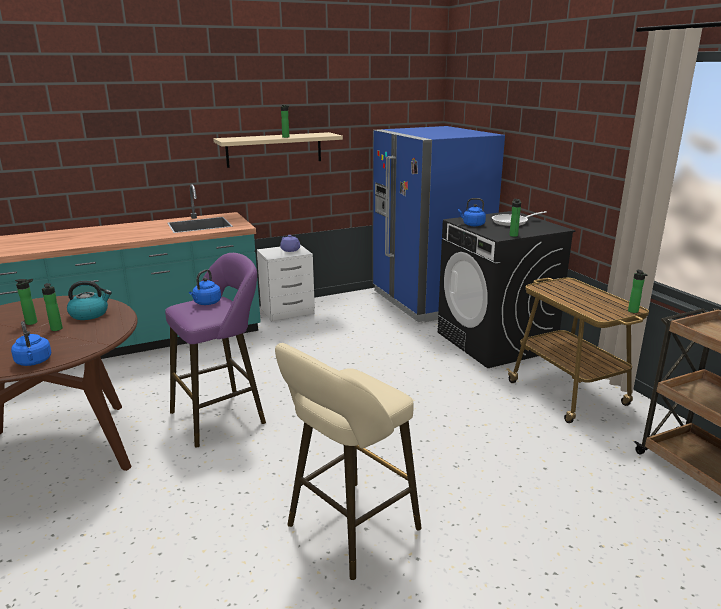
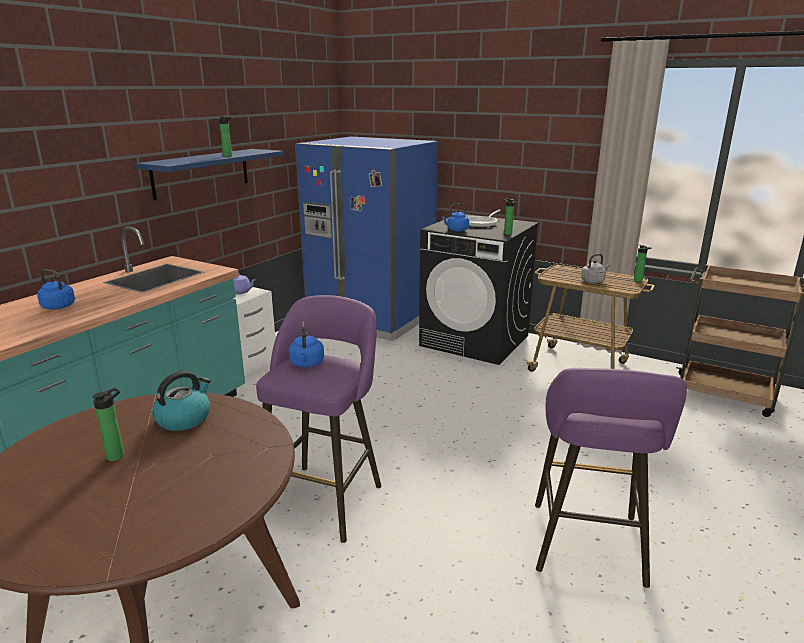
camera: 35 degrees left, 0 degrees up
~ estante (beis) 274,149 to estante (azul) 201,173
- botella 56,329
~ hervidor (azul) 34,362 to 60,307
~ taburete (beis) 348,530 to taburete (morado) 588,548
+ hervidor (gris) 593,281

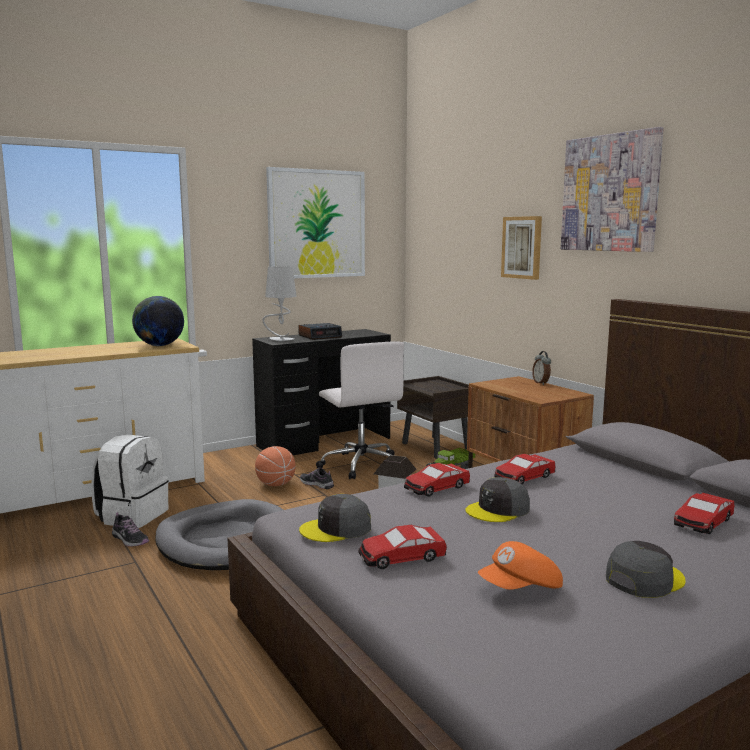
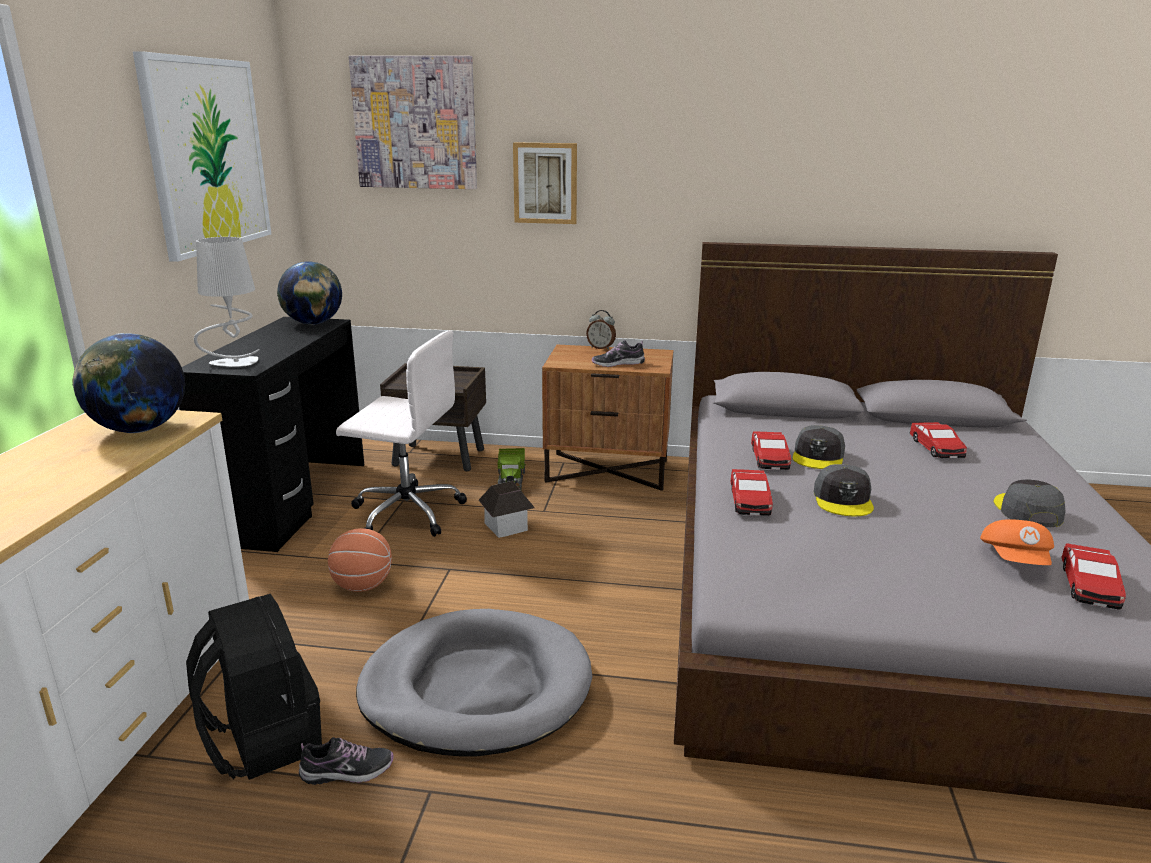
camera: 50 degrees left, 10 degrees up
~ cuadro 610,193 to 415,123
- despertador 320,336
~ mochila (blanco) 132,516 to mochila (negro) 262,740
~ zapato 317,484 to 618,364
~ gorra (gris) 336,529 to 818,456
~ coche de juguete 401,557 to 1089,586
+ globo terráqueo 313,323

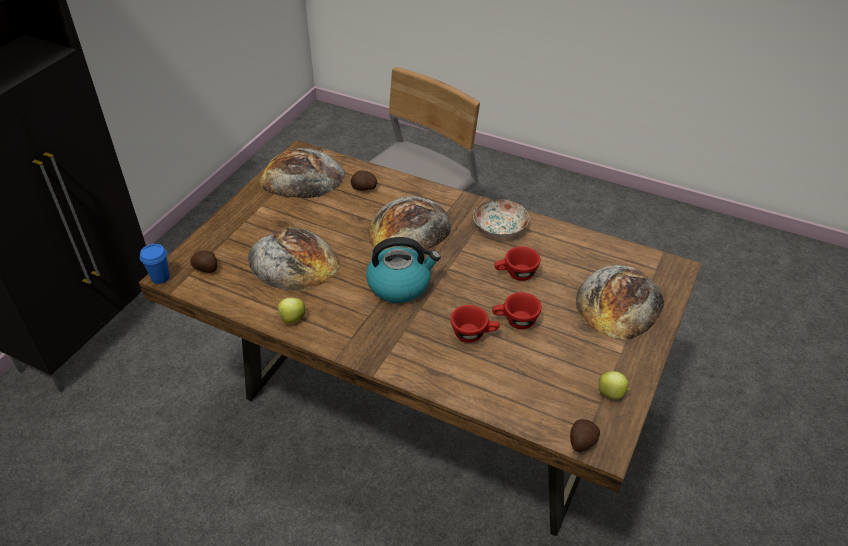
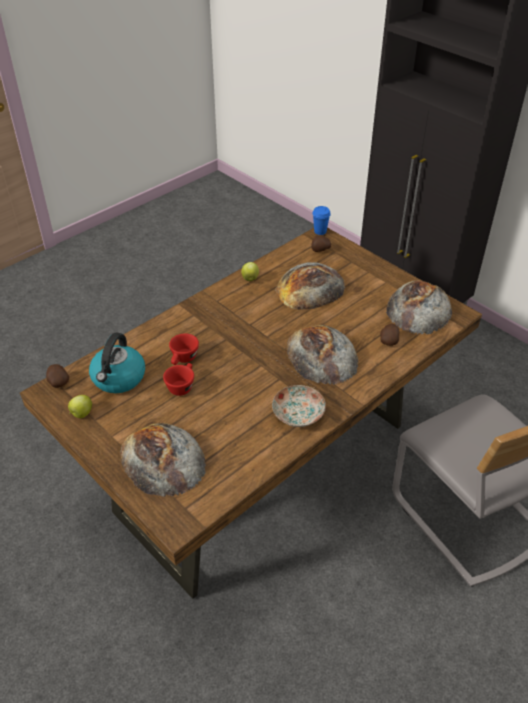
camera: 110 degrees right, 0 degrees up
~ hervidor 400,284 to 118,378
- taza (rojo) 516,274

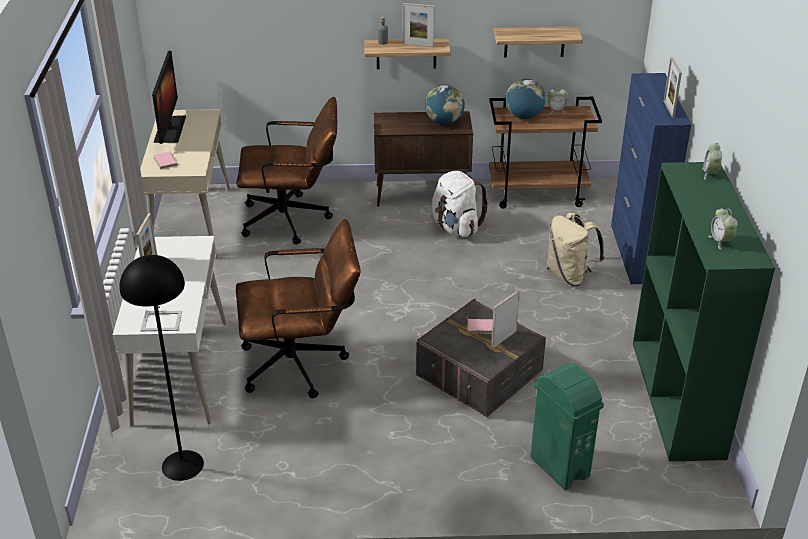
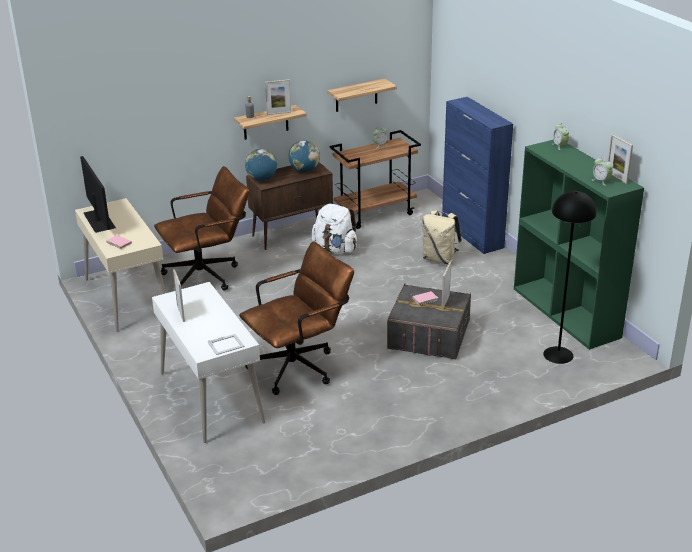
camera: 25 degrees left, 5 degrees down
~ portarretratos 668,109 to 617,177
~ globo terráqueo 524,116 to 262,179
~ lámpara de pie (negro) 182,465 to 558,355
- papelera (verde) 559,466

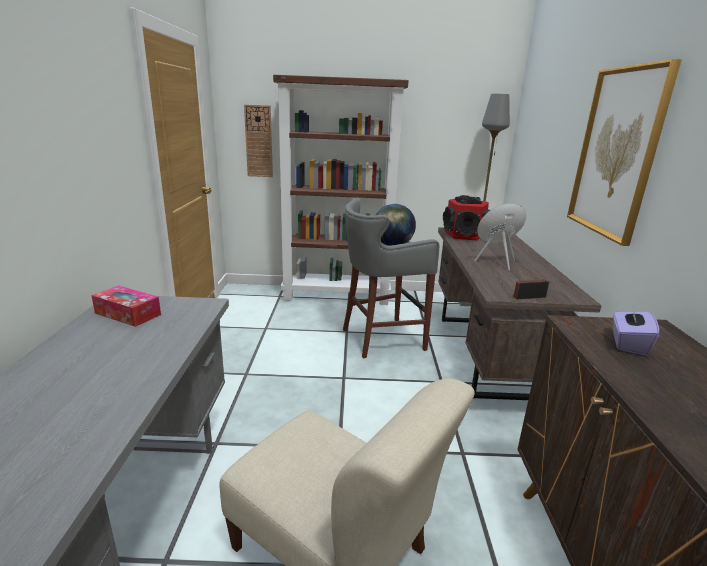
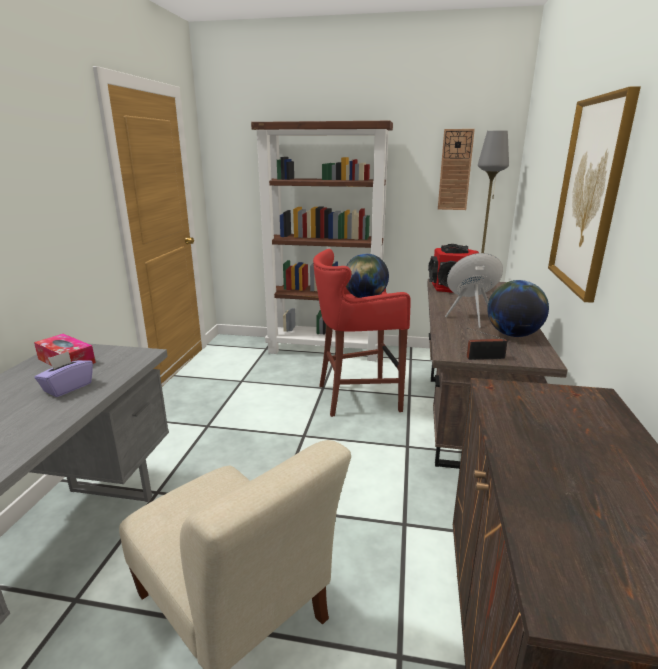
camera: 10 degrees right, 0 degrees up
~ reloj de pared 259,141 to 455,170
~ taburete (gris) 380,339 to taburete (rojo) 356,397
~ caja de pañuelos (morado) 628,343 to 68,387
+ globo terráqueo 513,334

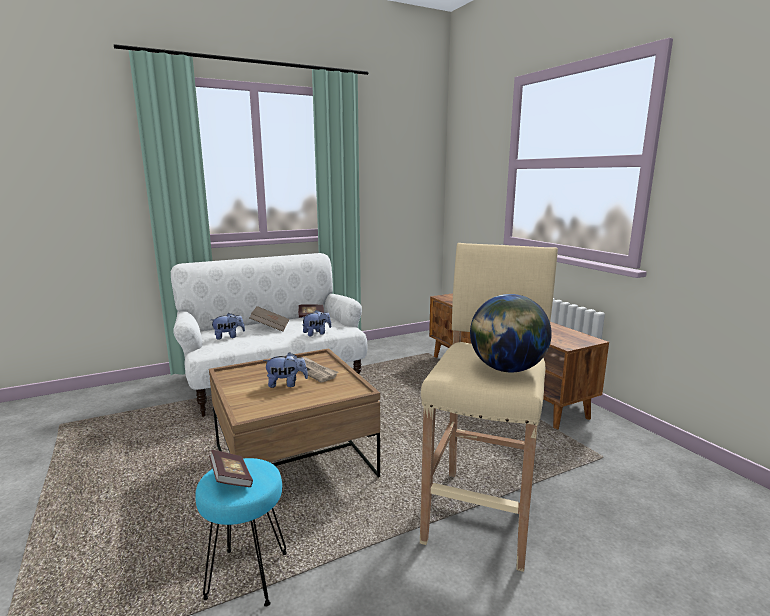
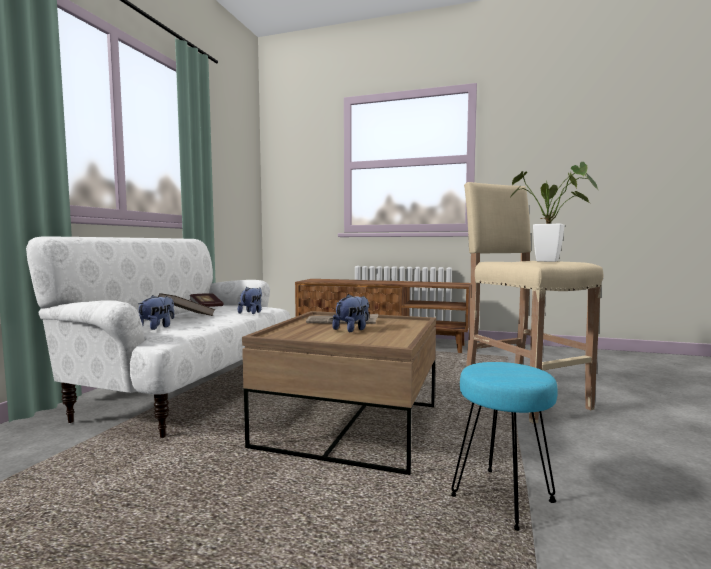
camera: 45 degrees left, 10 degrees down
~ globo terráqueo 507,369 to planta en maceta 553,261
- libro 231,479

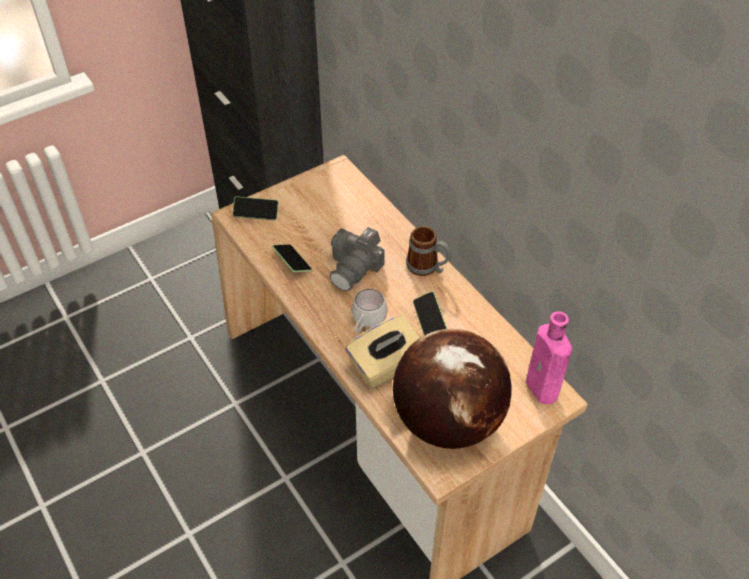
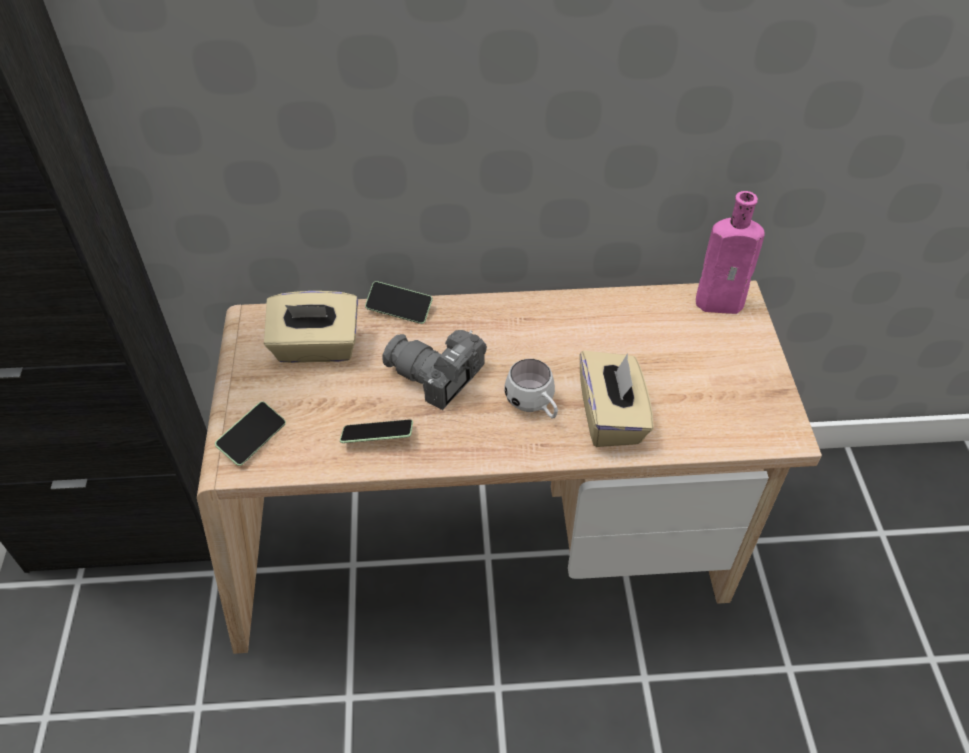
camera: 60 degrees left, 0 degrees up
- taza grande 427,267
~ cámara 355,268 = 437,378 150 degrees clockwise
~ móvil 429,320 to 399,309
- globo terráqueo 447,420
+ caja de pañuelos (beis) 316,348

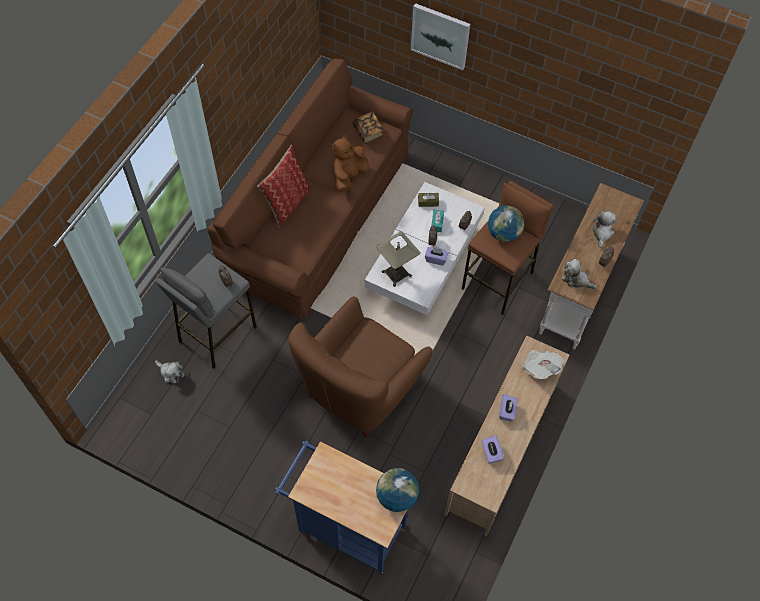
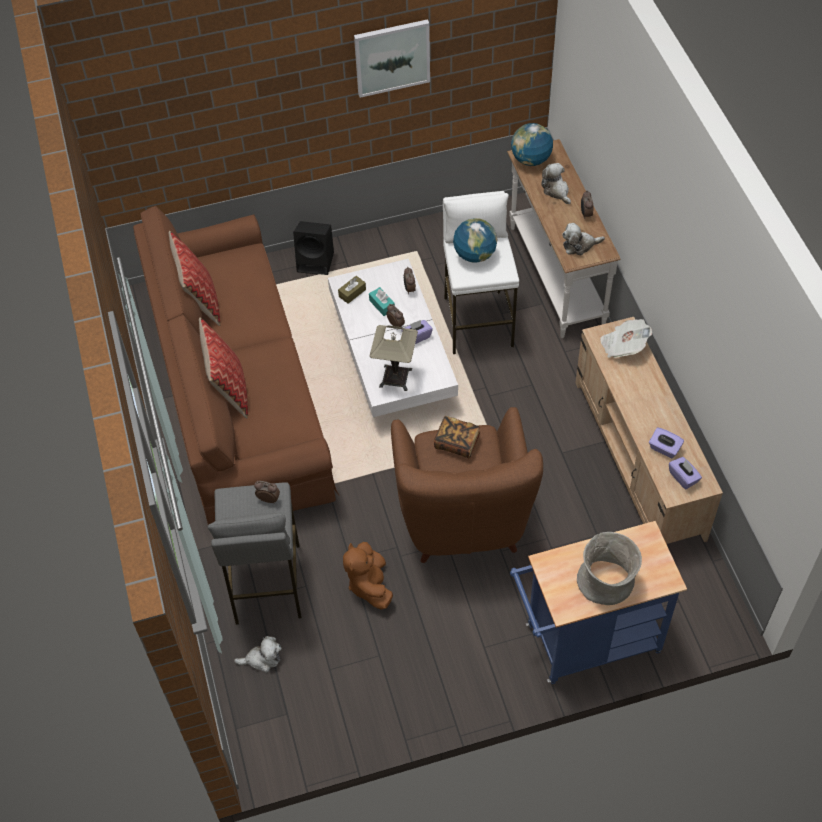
camera: 40 degrees left, 5 degrees down
~ cuadro 440,36 to 392,57
~ libro 368,132 to 457,443
~ peluche (marrón) 349,176 to 369,585
~ taburete (marrón) 498,281 to taburete (blanco) 478,322
~ caja de pañuelos (morado) 507,411 to 683,477
~ globo terráqueo 396,497 to 531,160
+ altavoz (negro) 316,262
+ cojín 200,301
+ florero (gris) 606,582

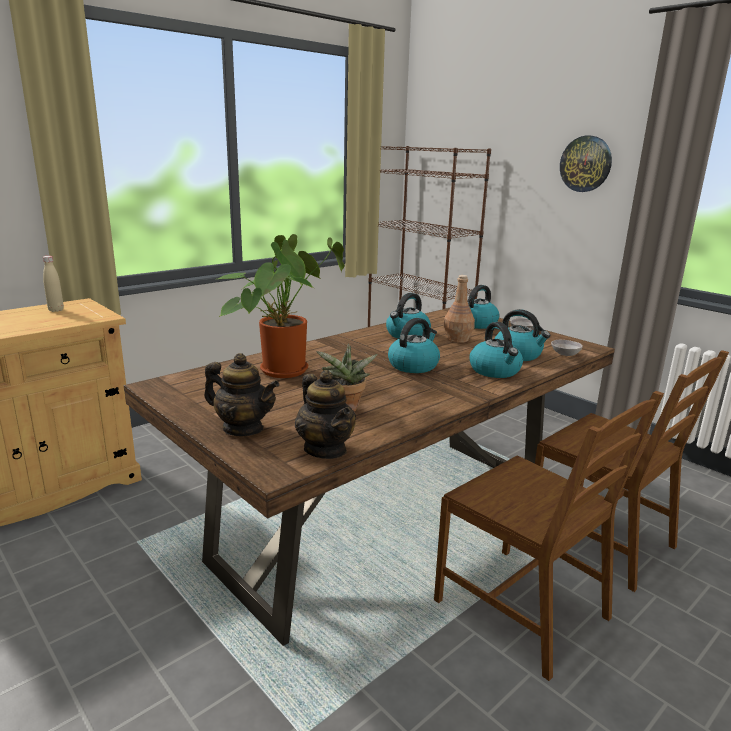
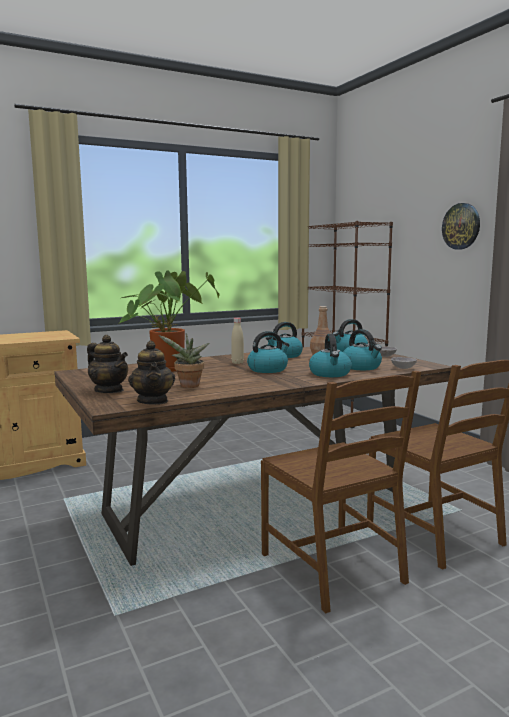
camera: 15 degrees right, 10 degrees down
~ botella (beis) 56,310 to 237,363

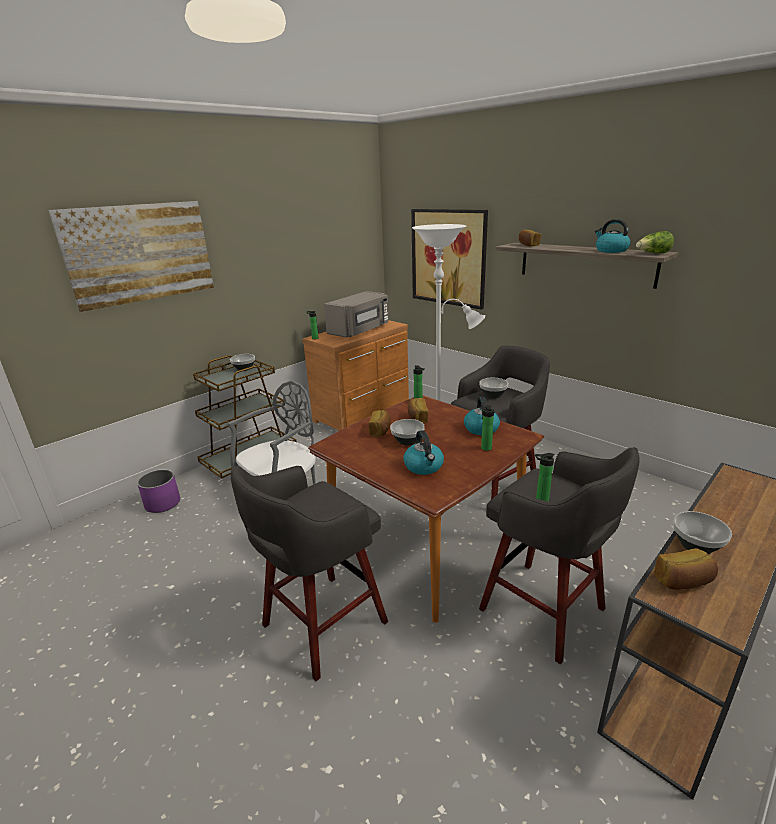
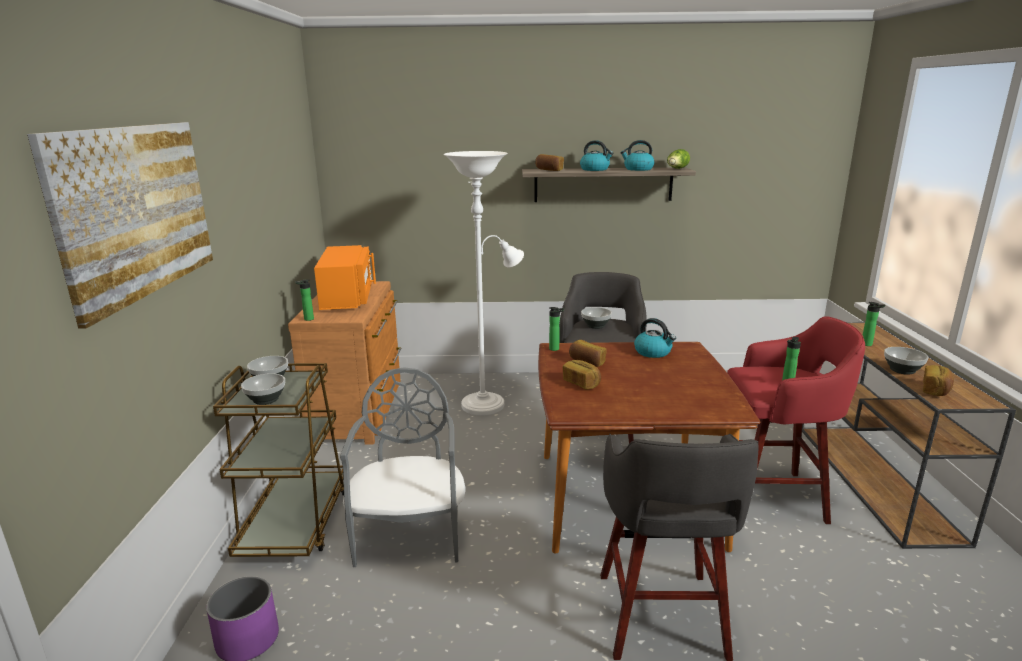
camera: 45 degrees left, 5 degrees down
- cuadro 448,257
~ microondas (gris) 360,330 to microondas (naranja) 348,298
~ botella 487,449 to 868,345
~ cuenco 407,440 to 265,400
~ hervidor 424,466 to 595,169
~ taburete (gris) 545,611 to taburete (rojo) 773,497

